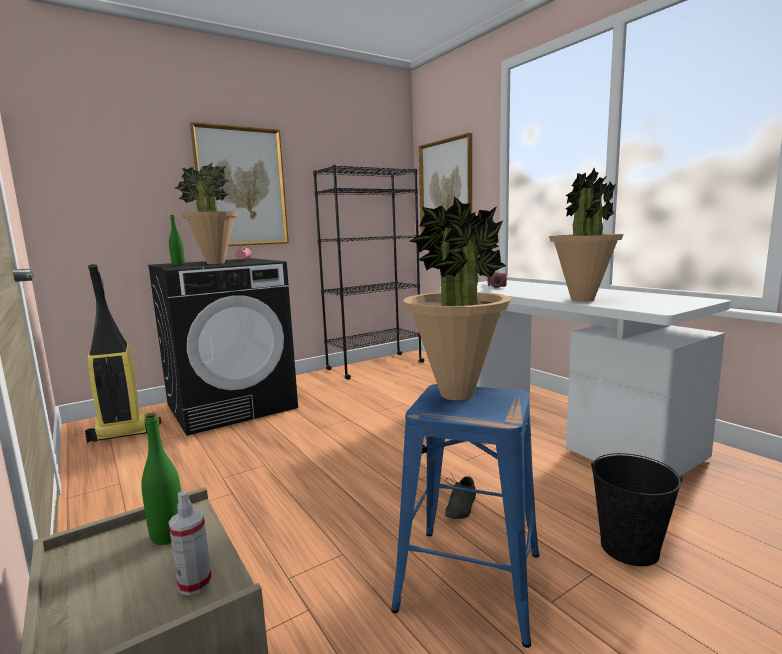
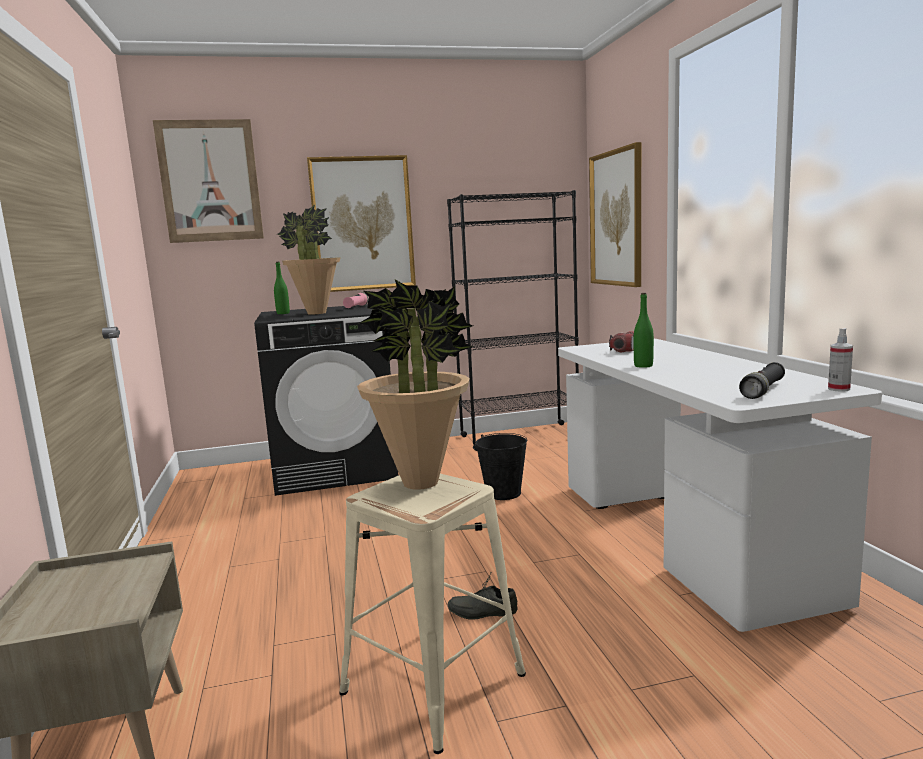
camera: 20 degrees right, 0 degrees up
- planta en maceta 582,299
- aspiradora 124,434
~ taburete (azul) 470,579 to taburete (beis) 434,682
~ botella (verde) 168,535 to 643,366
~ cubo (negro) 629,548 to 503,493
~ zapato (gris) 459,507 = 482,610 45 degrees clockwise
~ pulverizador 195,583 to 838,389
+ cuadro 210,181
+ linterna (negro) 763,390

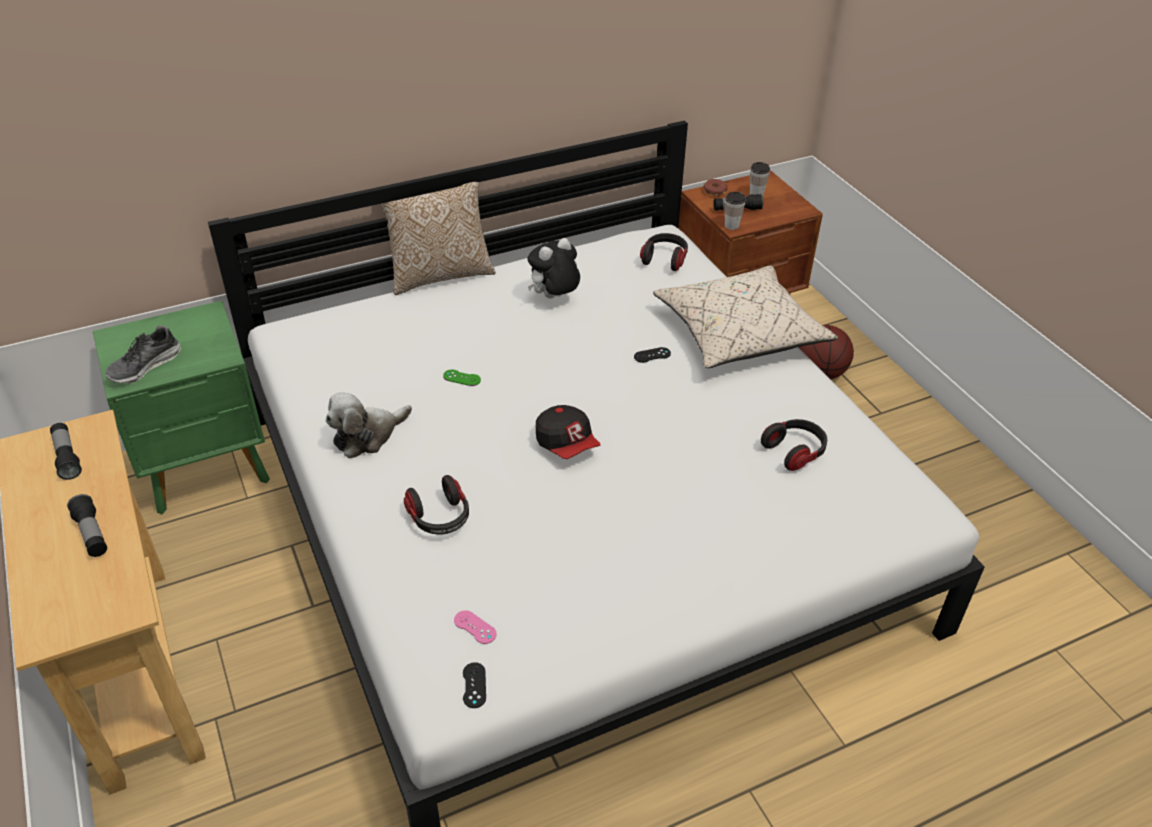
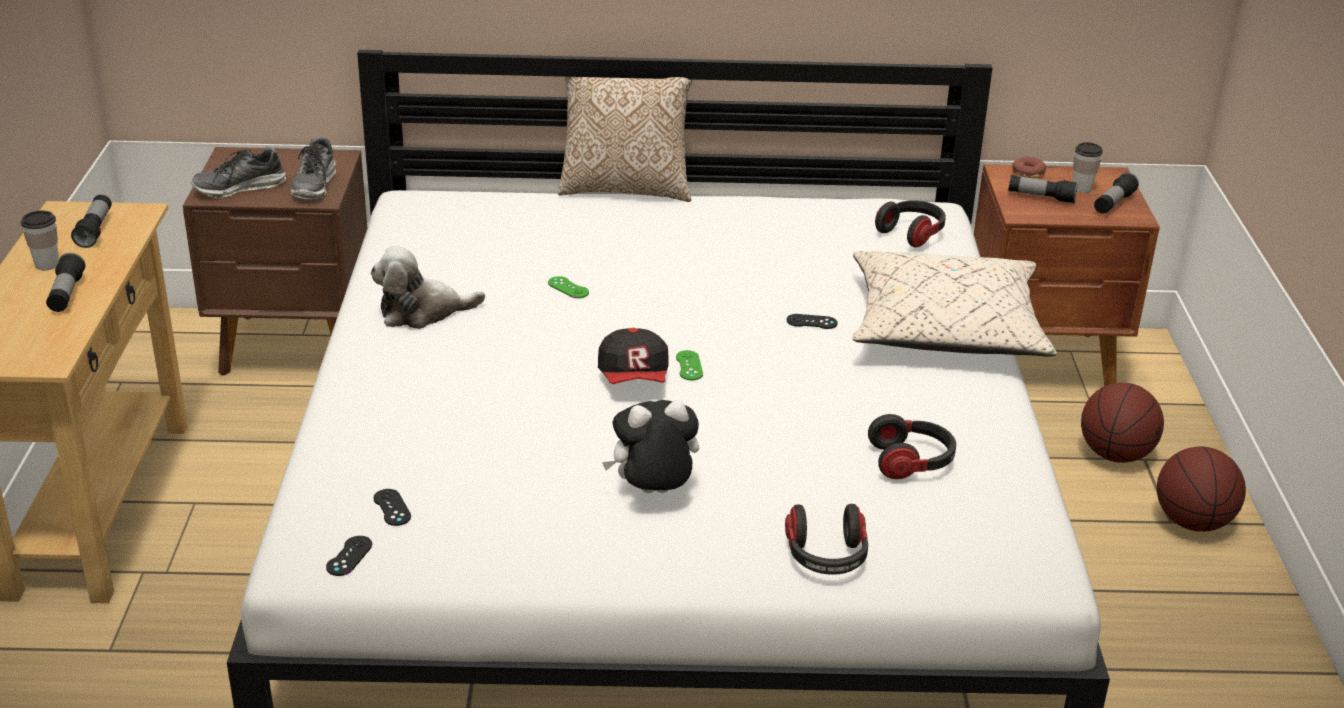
camera: 25 degrees right, 10 degrees down
~ taza 731,226 to 47,264
~ peluche 554,298 to 653,494
~ mesita de noche (verde) 208,467 to mesita de noche (marrón) 298,347
~ auriculares 440,518 to 826,557
~ mando de consola (rosa) 475,627 to mando de consola (negro) 392,507
+ zapato 315,184
+ linterna 1113,203
+ mando de consola (verde) 689,366
+ balón de baloncesto 1192,522

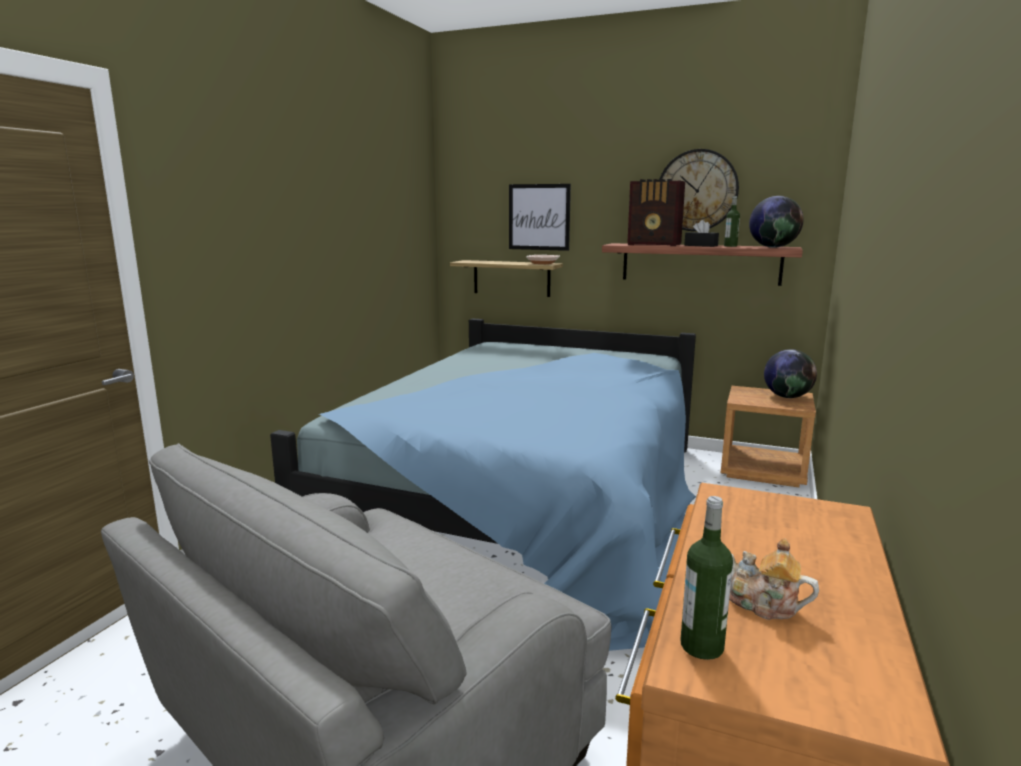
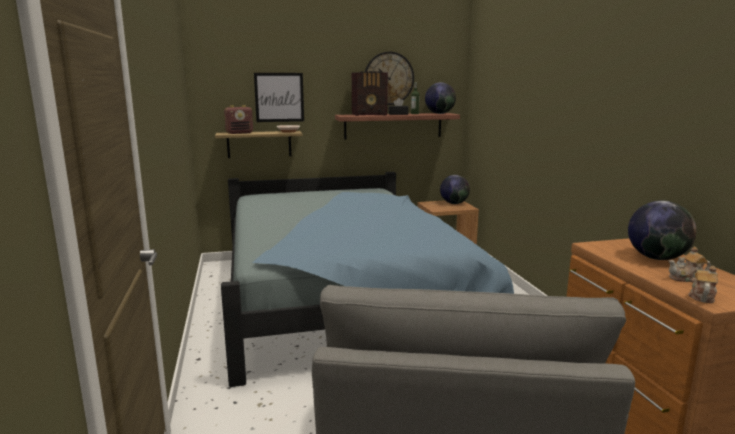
camera: 35 degrees left, 0 degrees up
~ botella 701,646 to tetera 701,297
+ radio 239,133
+ globo terráqueo 656,258

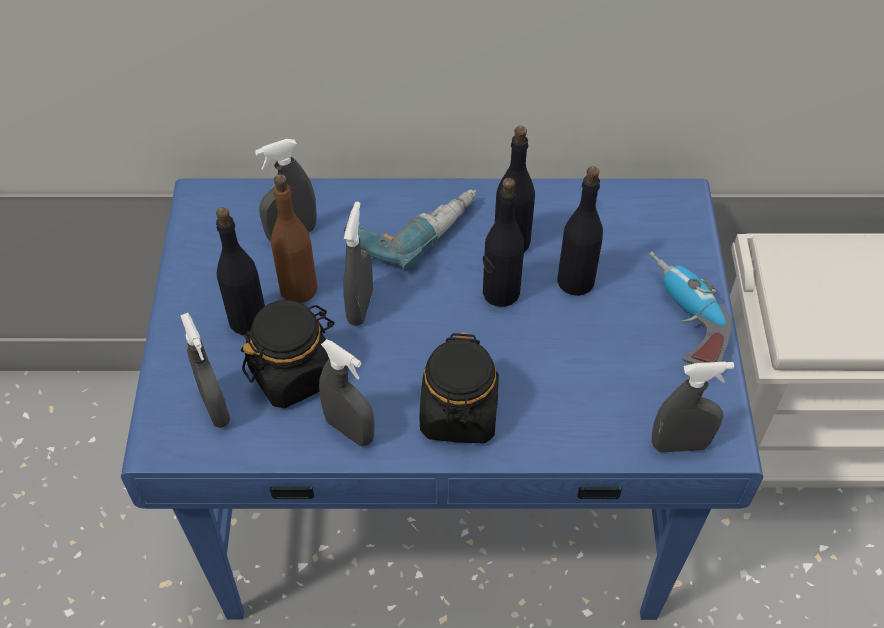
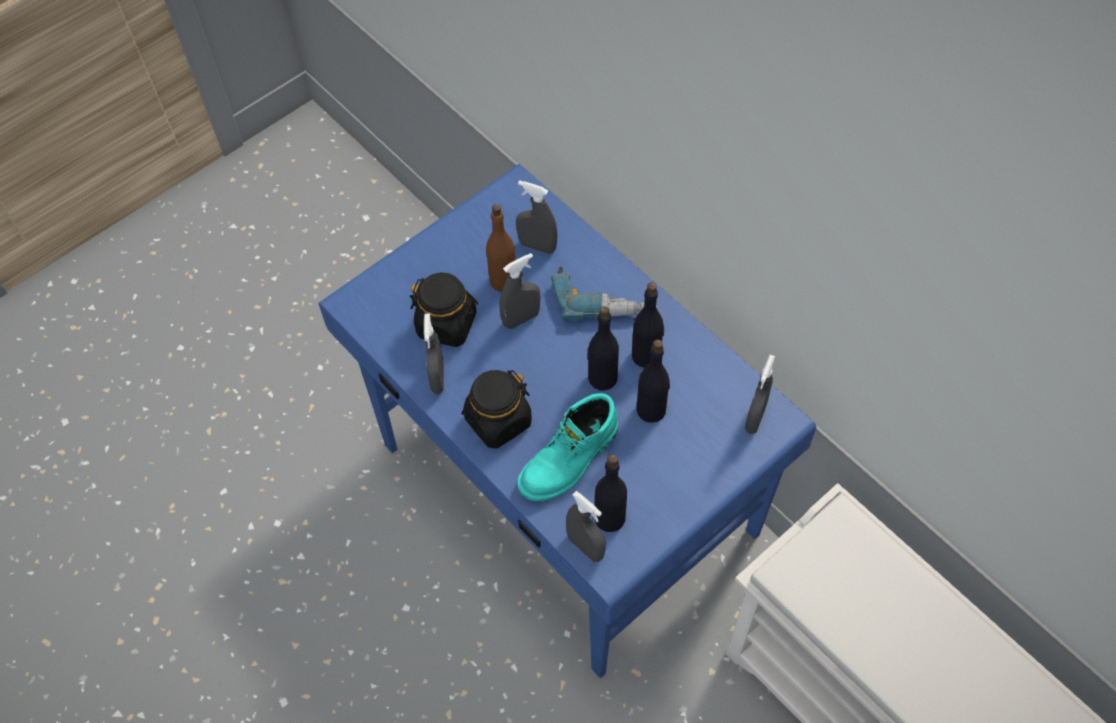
camera: 50 degrees right, 5 degrees up
~ botella (negro) 248,319 to 610,517
- taladro 681,319
~ pulverizador (gris) 215,407 to 755,418
+ bota (turquesa) 570,461

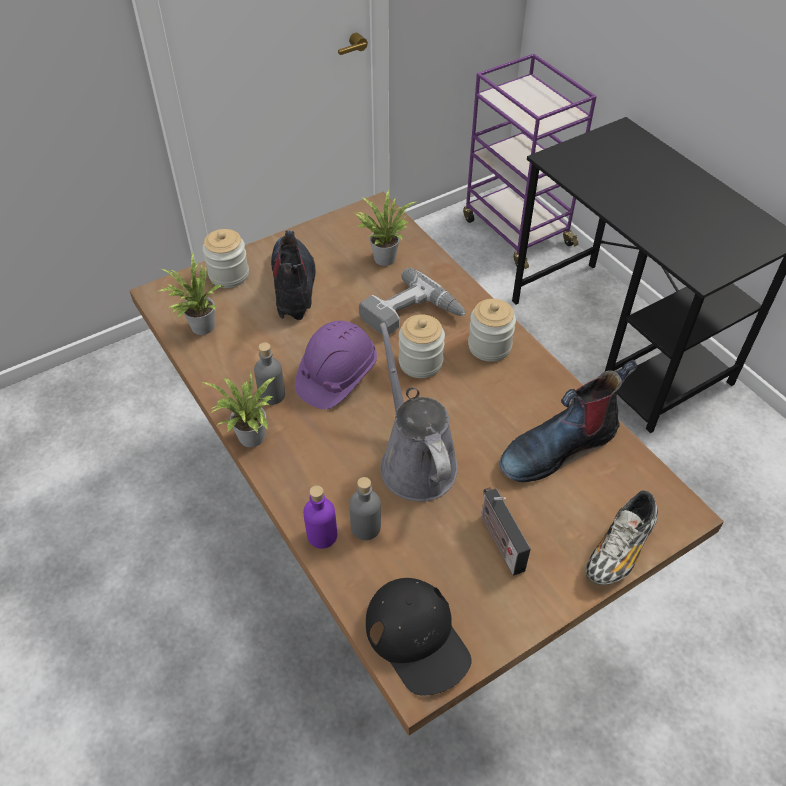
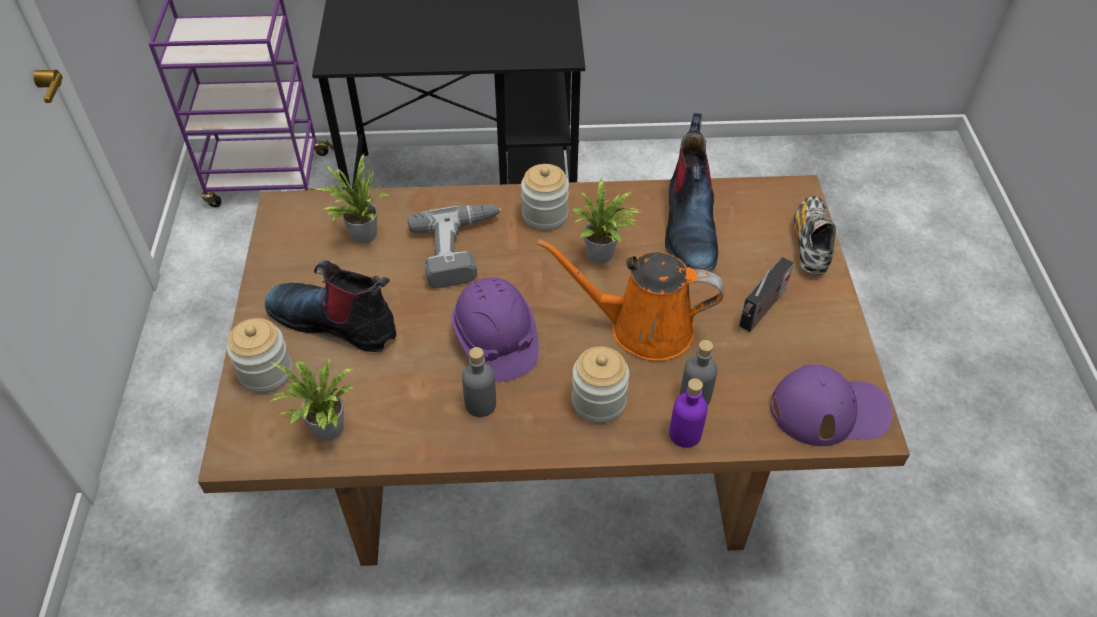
camera: 60 degrees left, 0 degrees up
~ tarro 420,362 to 598,401
~ regadera (gris) 415,461 to regadera (naranja) 642,328
~ planta en maceta 251,440 to 603,255
~ radio 499,540 = 761,310 60 degrees counterclockwise
~ zapato 619,549 = 811,243 150 degrees counterclockwise
~ gorra (negro) 417,638 to gorra (morado) 829,410

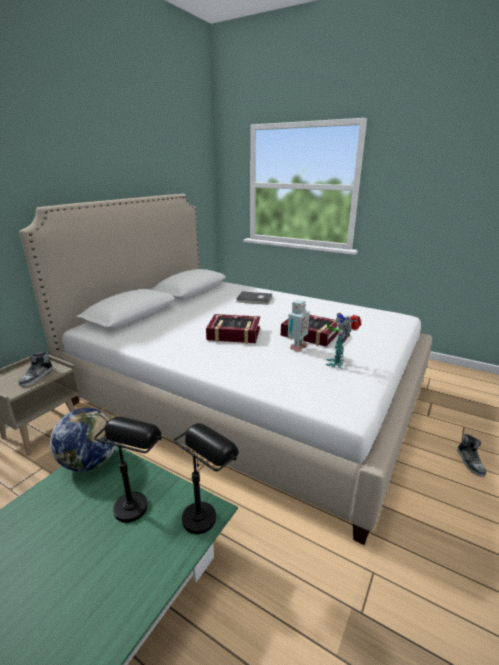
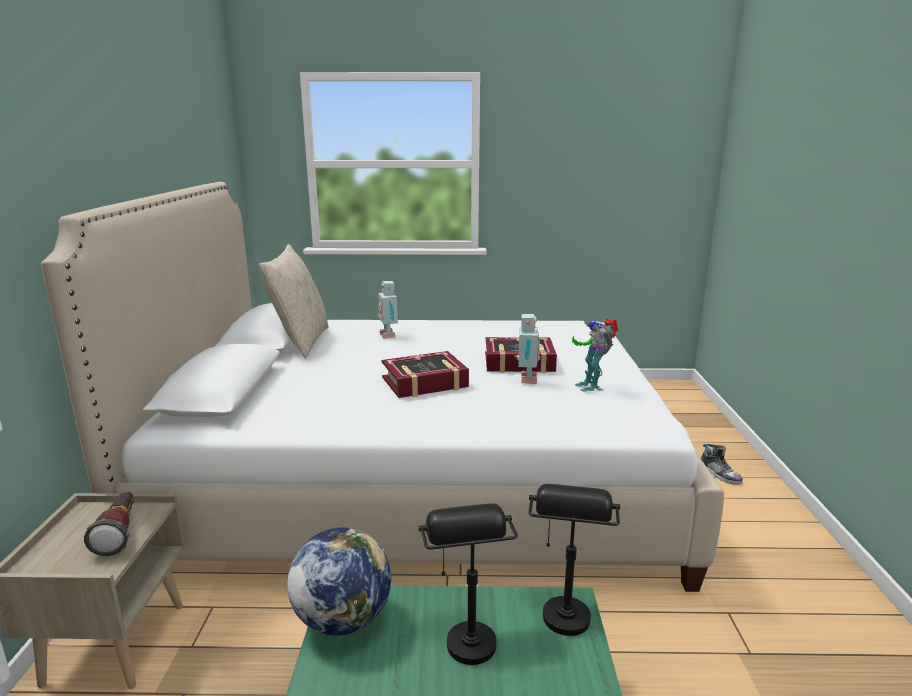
camera: 30 degrees left, 5 degrees down
~ libro (gris) 254,299 to robot de juguete 389,335
~ zapato 37,377 to linterna 120,533
+ cojín (beis) 300,342

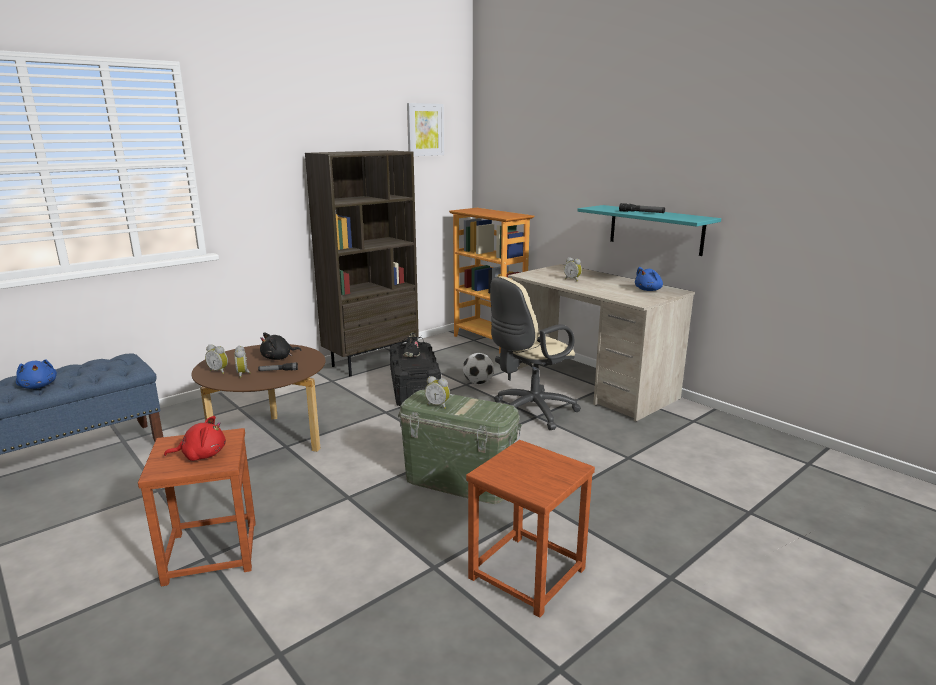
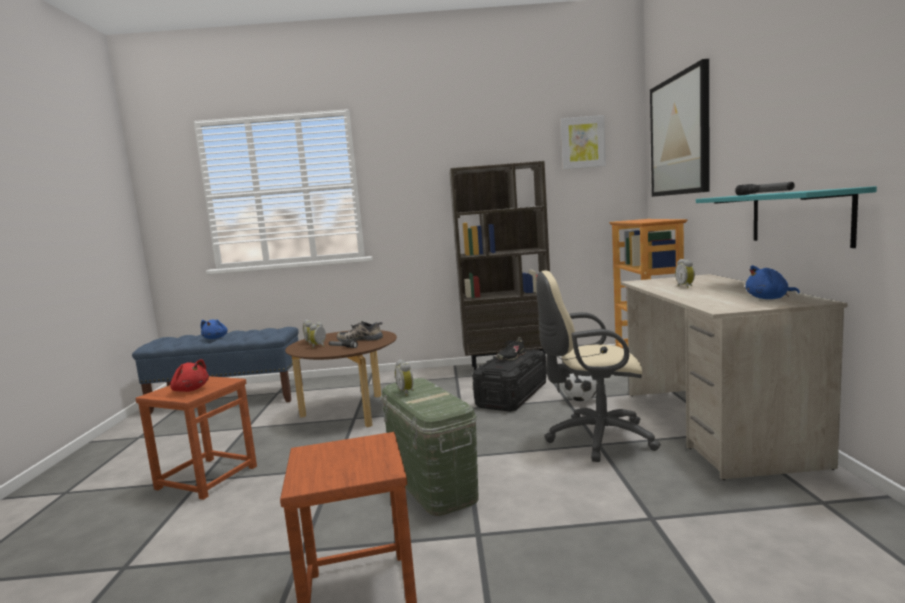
camera: 40 degrees right, 10 degrees down
~ peluche (negro) 278,358 to zapato 361,339
+ cuadro 680,135

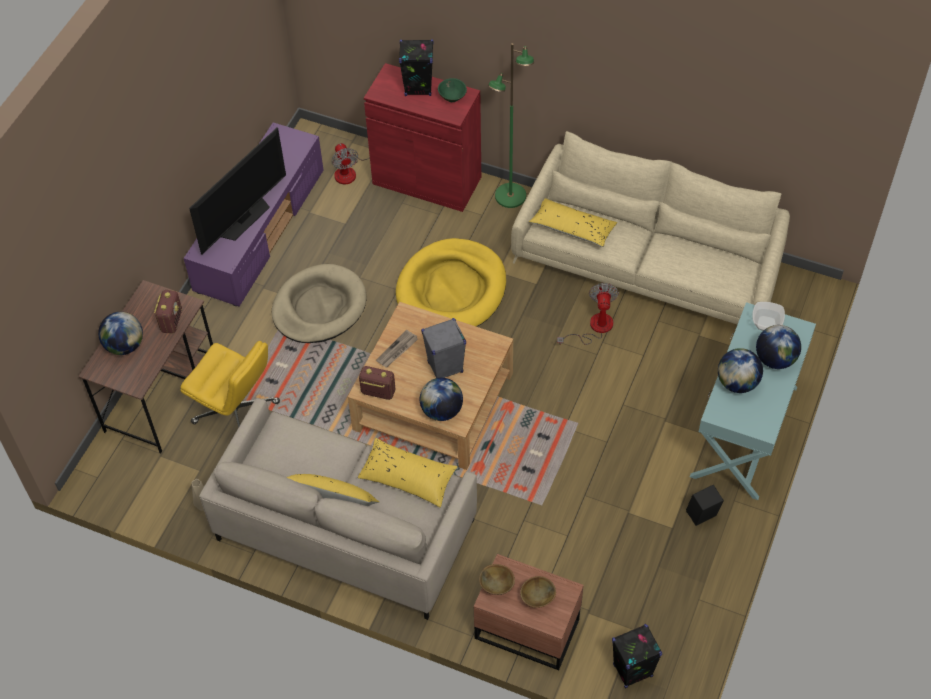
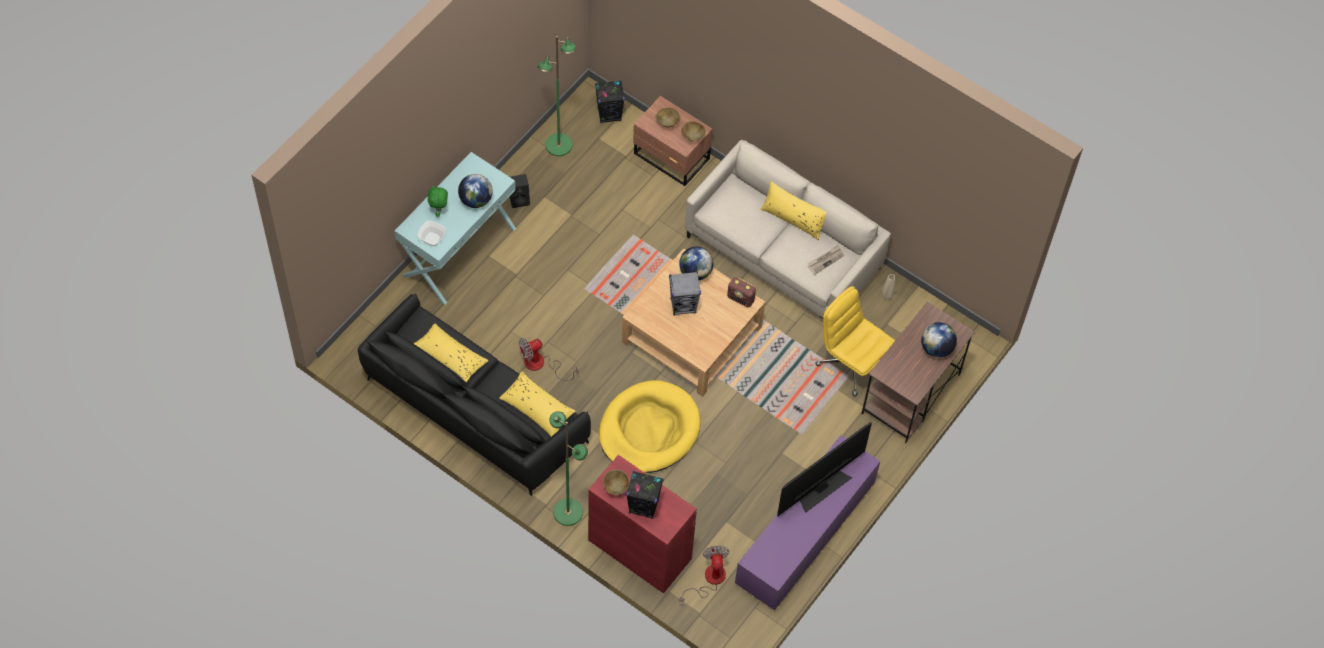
camera: 170 degrees left, 5 degrees up
~ cuenco (verde) 452,98 to cuenco (marrón) 616,486
~ sofá (beis) 648,265 to sofá (negro) 473,410
- cama para perro (beis) 319,307
~ ventilador 594,328 = 541,365 45 degrees clockwise
- radio 171,321
~ globo terráqueo 775,359 to peluche (verde) 439,210
~ periódico 397,350 to 825,260
~ cojín (amarillo) 407,477 to 450,356
+ lámpara de pie (verde) 558,145

